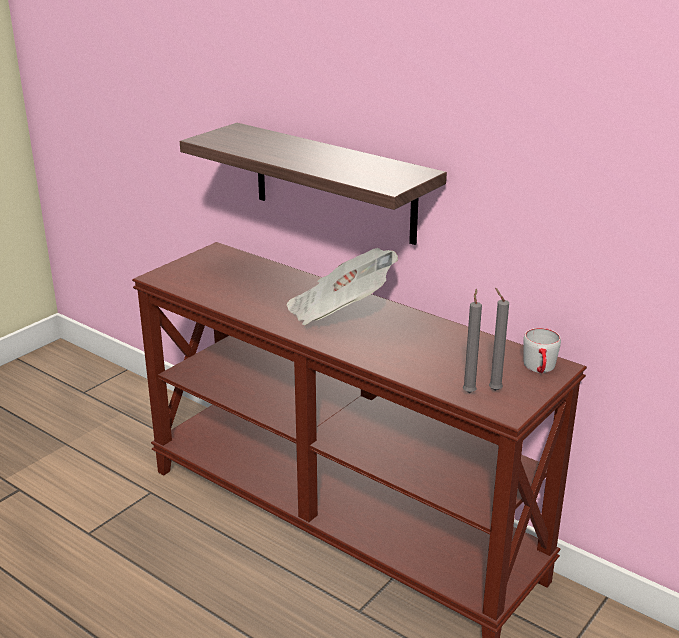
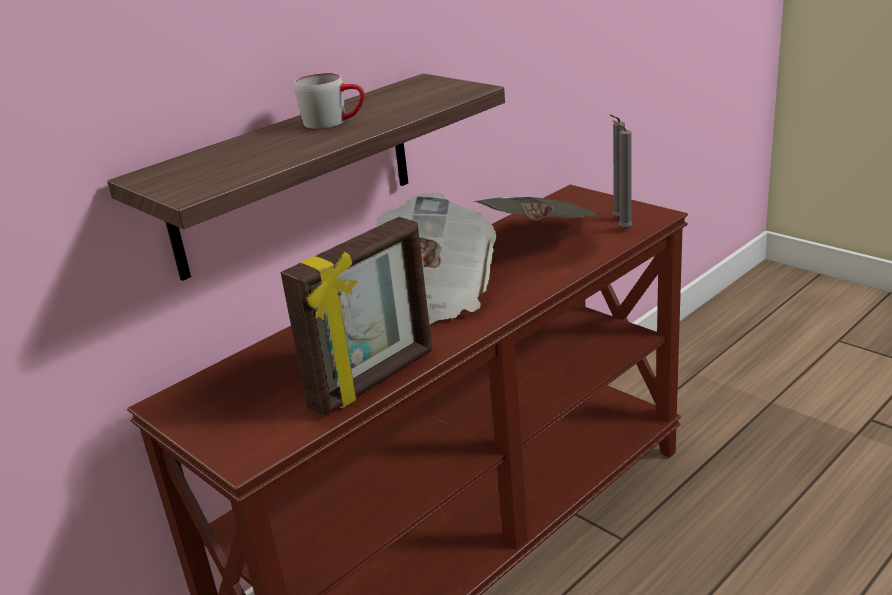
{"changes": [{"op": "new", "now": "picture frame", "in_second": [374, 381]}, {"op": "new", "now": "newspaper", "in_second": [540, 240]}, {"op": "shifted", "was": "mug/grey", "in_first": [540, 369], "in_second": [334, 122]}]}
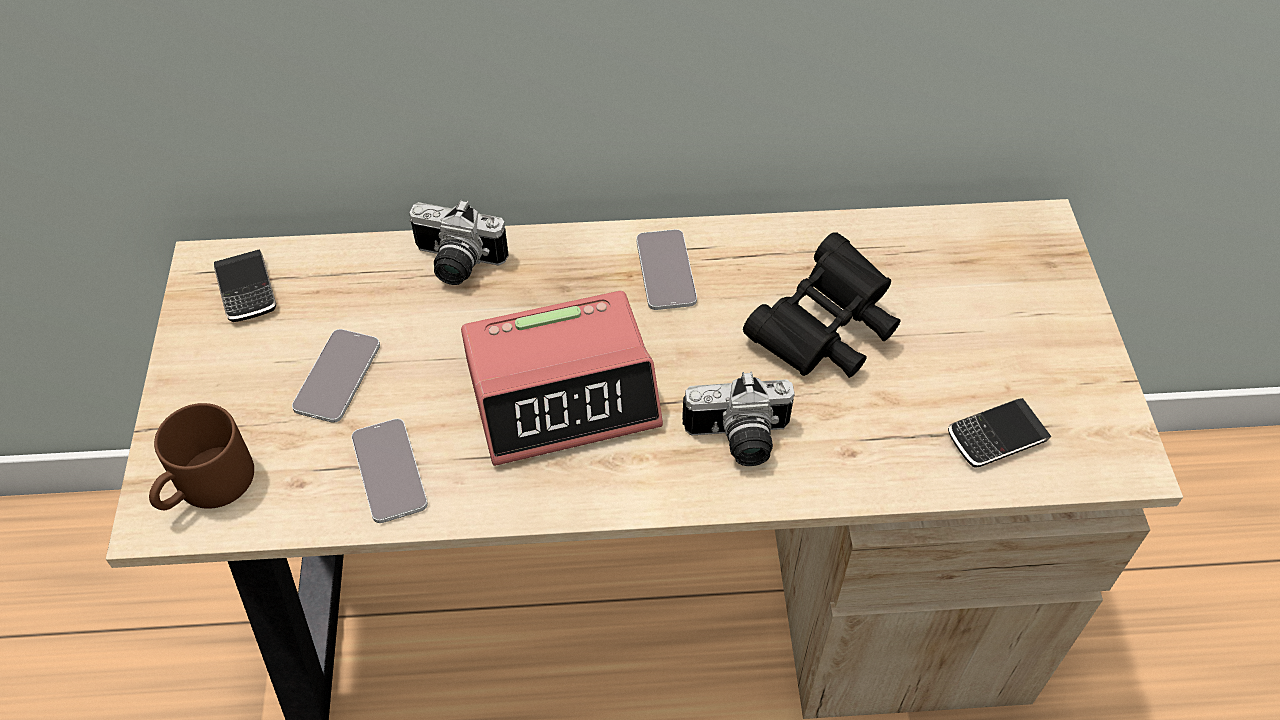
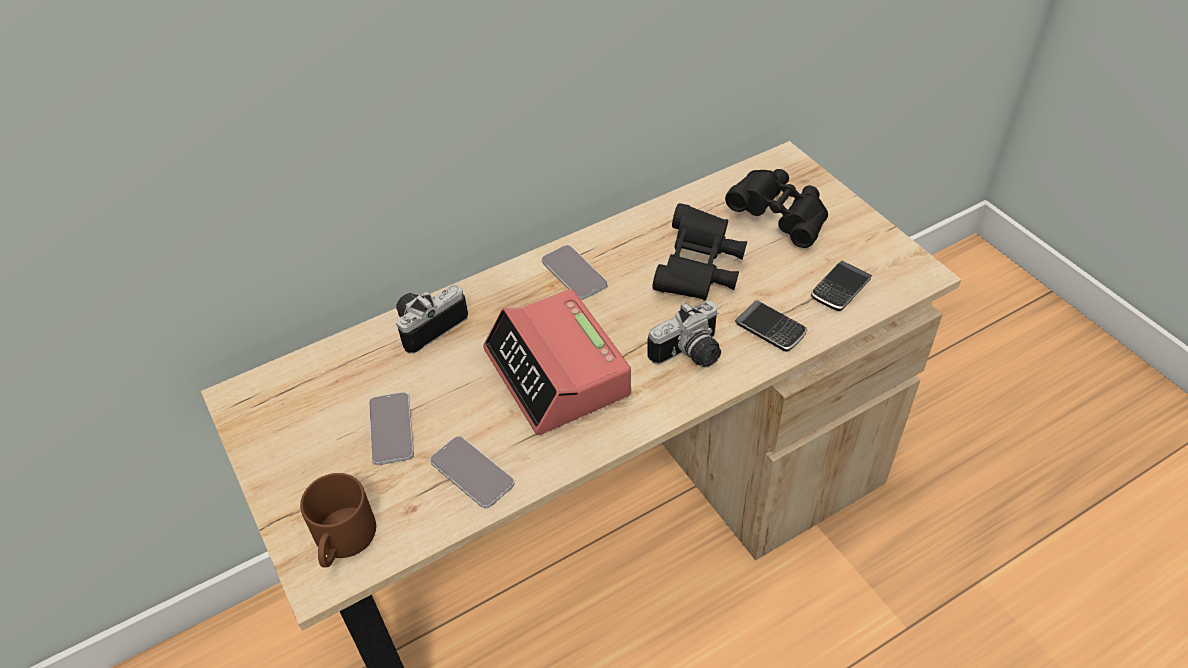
{"changes": [{"op": "new", "now": "binoculars/black", "in_second": [780, 218]}, {"op": "shifted", "was": "phone", "in_first": [246, 289], "in_second": [770, 329]}, {"op": "rotated", "was": "photo camera", "in_first": [456, 264], "in_second": [427, 324], "clockwise": 150}, {"op": "rotated", "was": "alarm clock", "in_first": [563, 392], "in_second": [557, 373], "clockwise": 105}]}
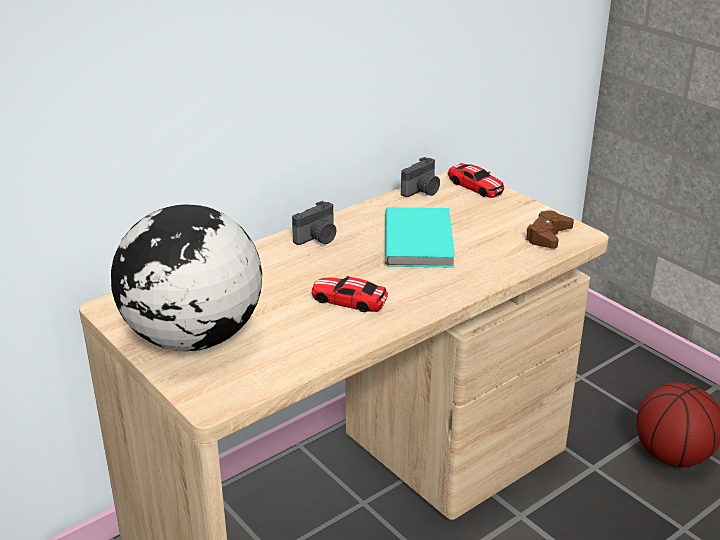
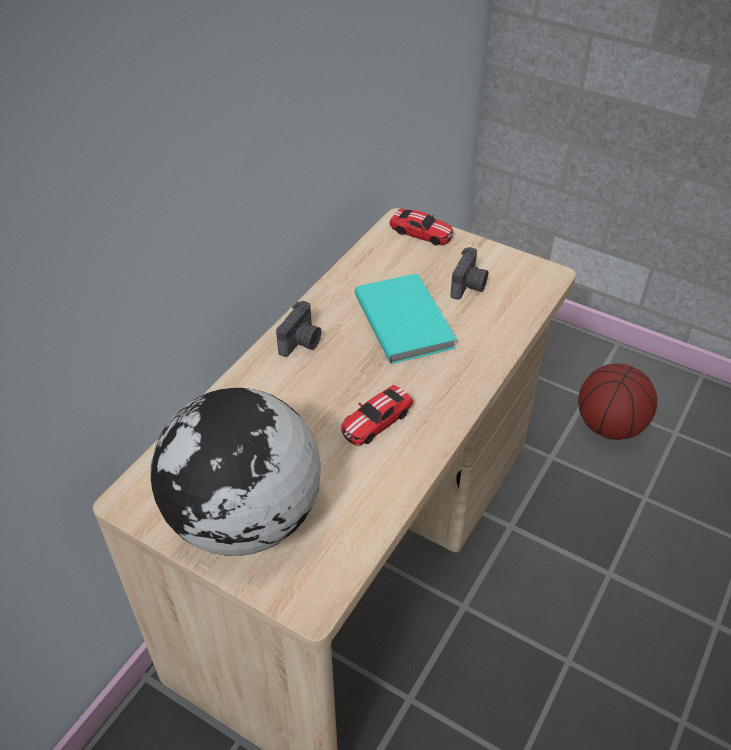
{"changes": [{"op": "gone", "was": "game controller/brown", "in_first": [547, 236]}, {"op": "shifted", "was": "photo camera", "in_first": [422, 191], "in_second": [469, 286]}, {"op": "rotated", "was": "toy car", "in_first": [349, 300], "in_second": [377, 421], "clockwise": -45}]}
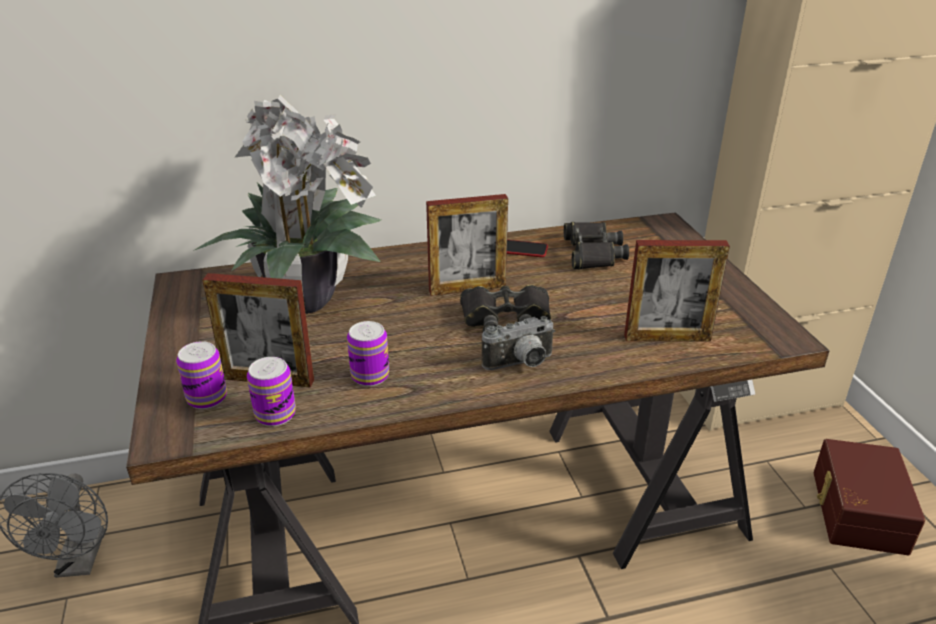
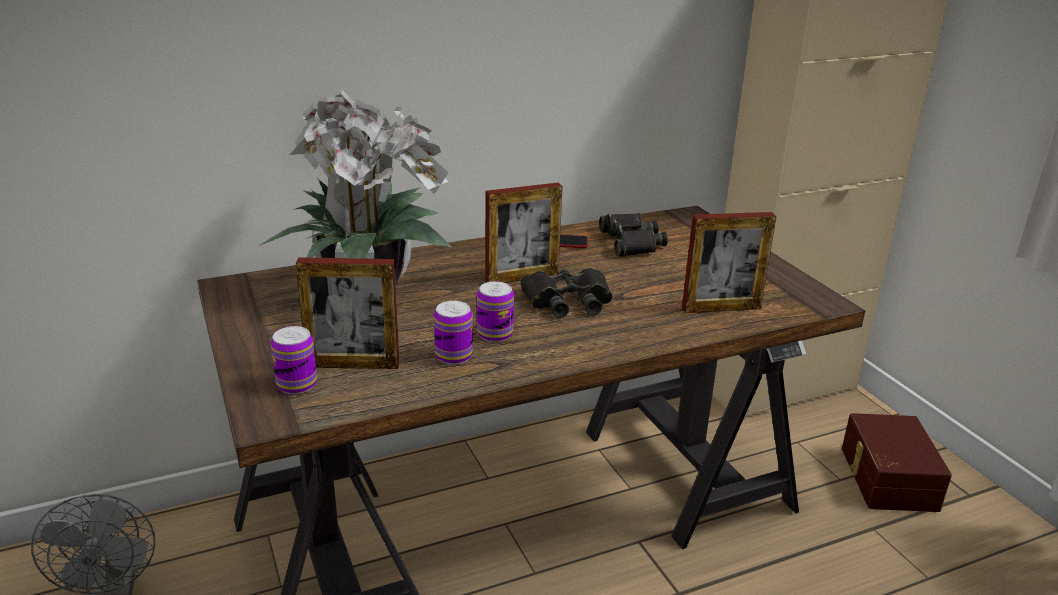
{"changes": [{"op": "gone", "was": "photo camera", "in_first": [521, 364]}, {"op": "shifted", "was": "can", "in_first": [275, 414], "in_second": [495, 334]}]}
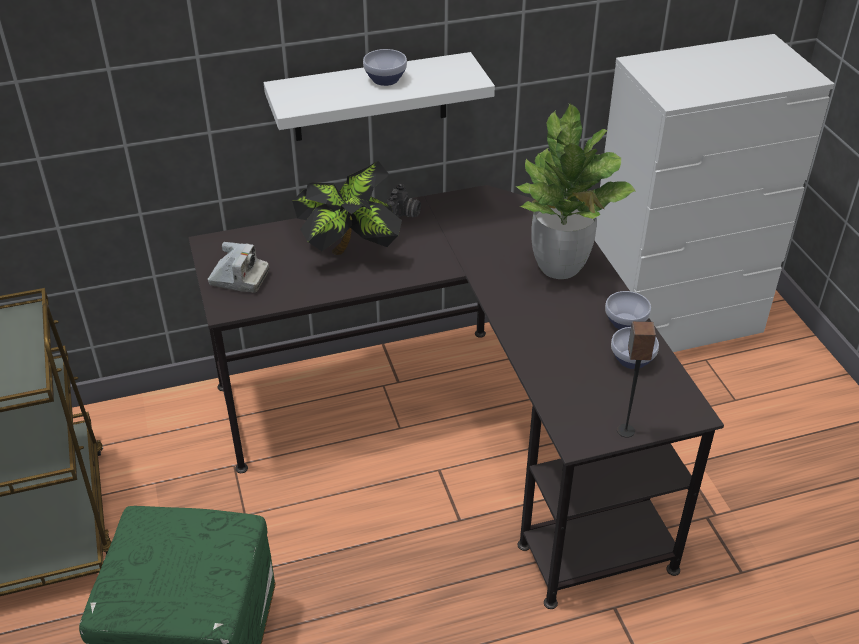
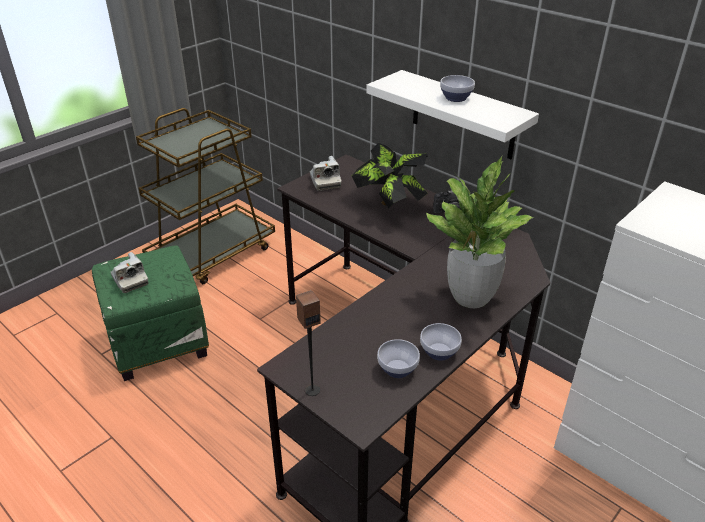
{"changes": [{"op": "new", "now": "photo camera", "in_second": [130, 280]}]}
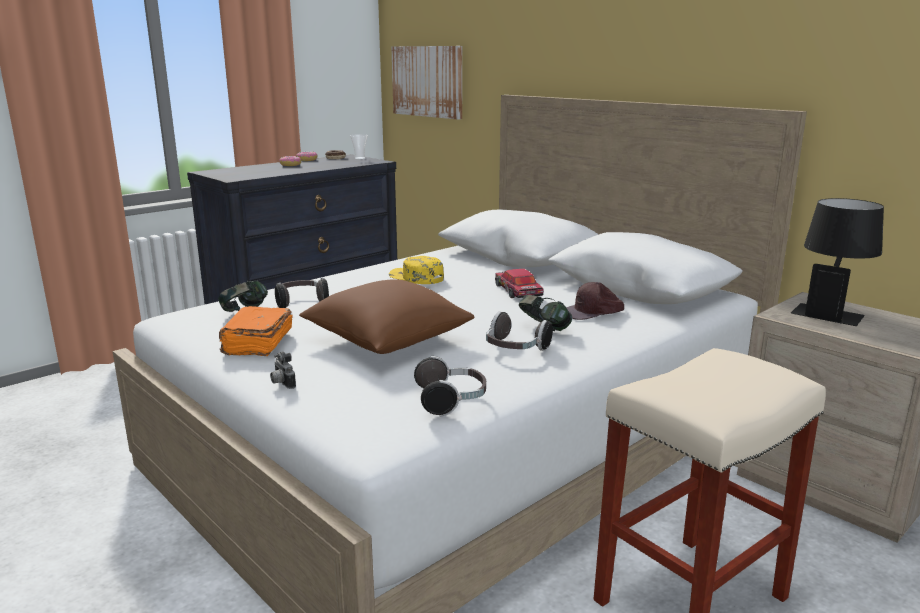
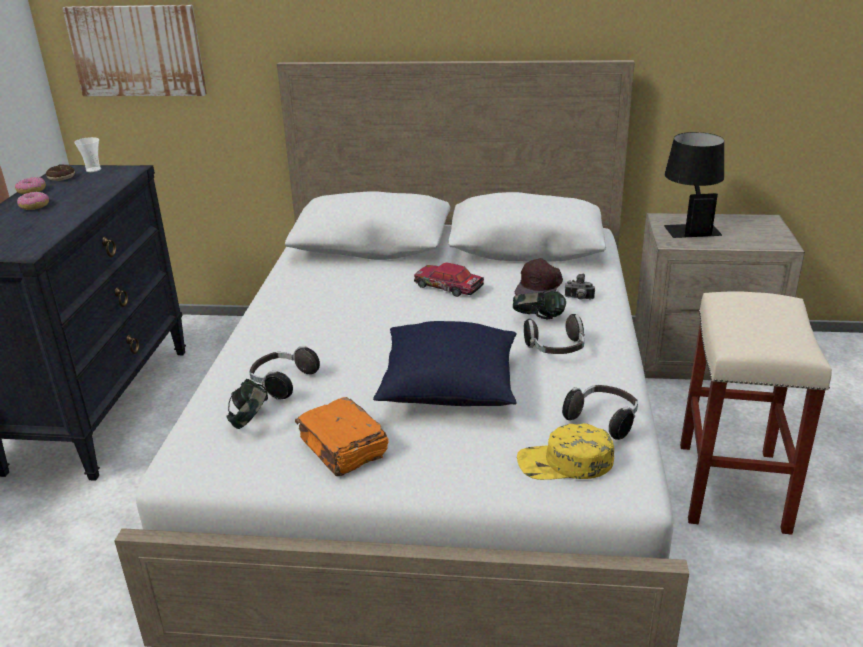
{"changes": [{"op": "shifted", "was": "photo camera", "in_first": [282, 384], "in_second": [579, 299]}, {"op": "shifted", "was": "cap/yellow", "in_first": [416, 277], "in_second": [565, 463]}, {"op": "repainted", "was": "pillow/brown", "now": "pillow/blue", "in_first": [387, 341], "in_second": [448, 389]}]}
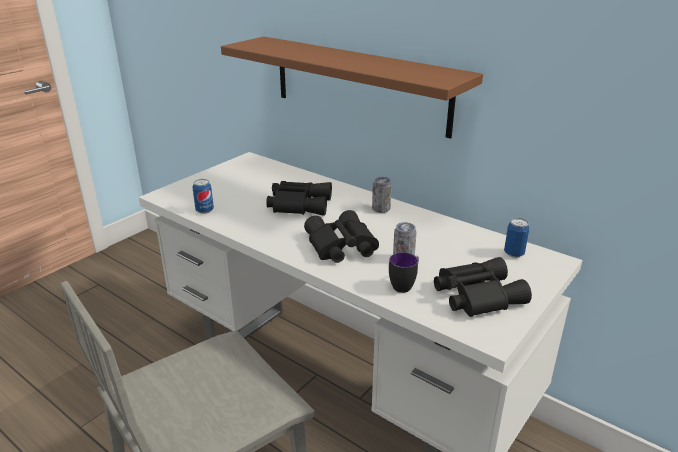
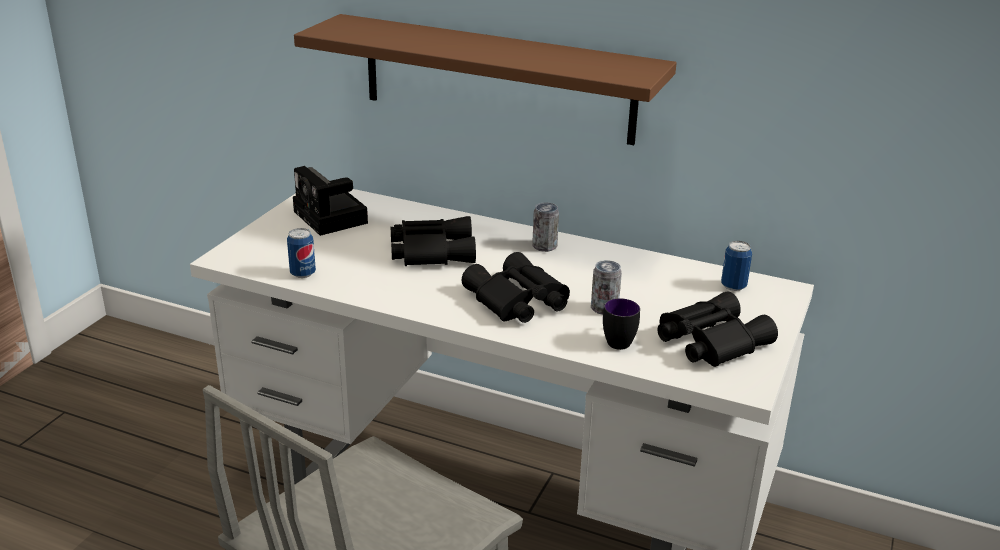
{"changes": [{"op": "new", "now": "photo camera", "in_second": [332, 218]}]}
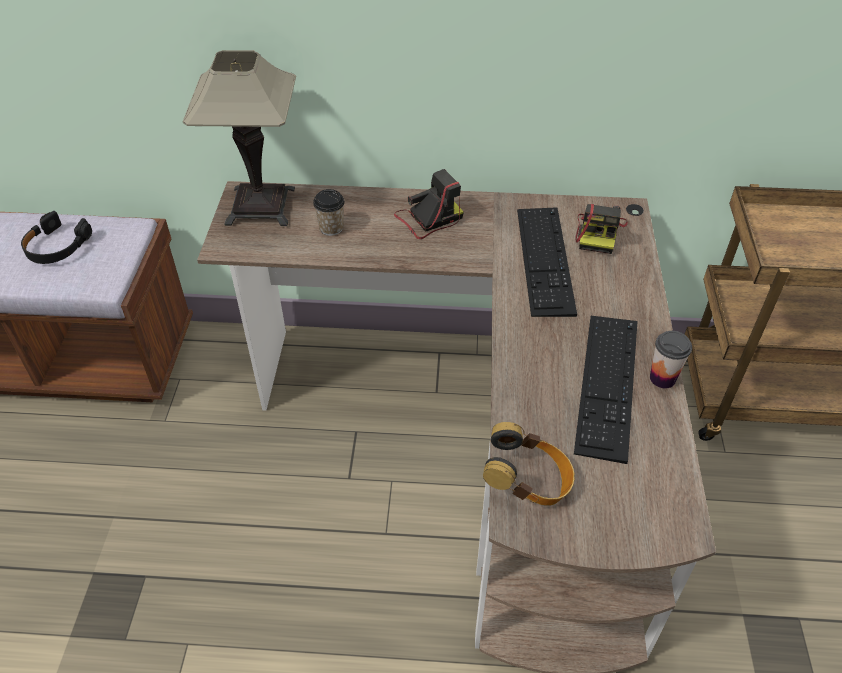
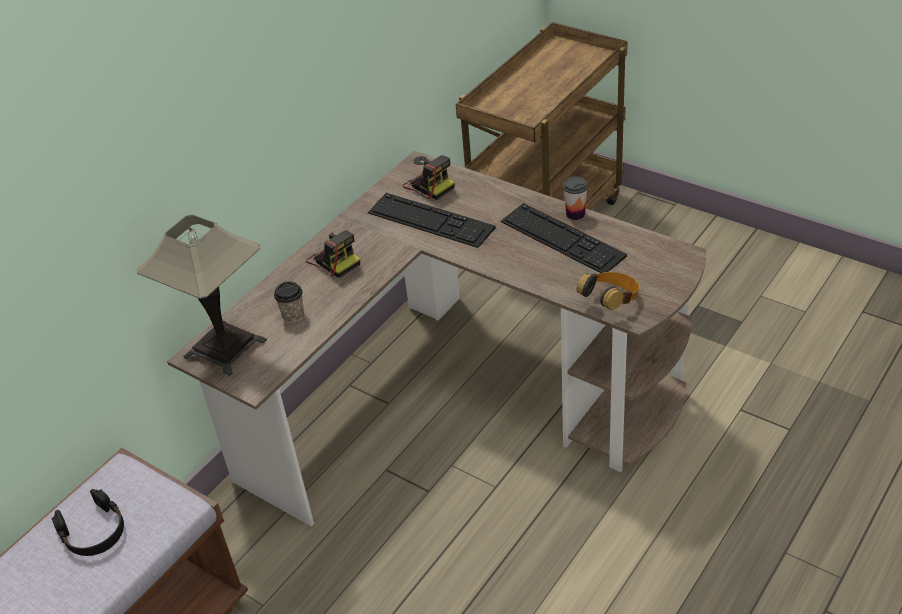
{"changes": [{"op": "rotated", "was": "photo camera", "in_first": [428, 219], "in_second": [334, 260], "clockwise": 135}]}
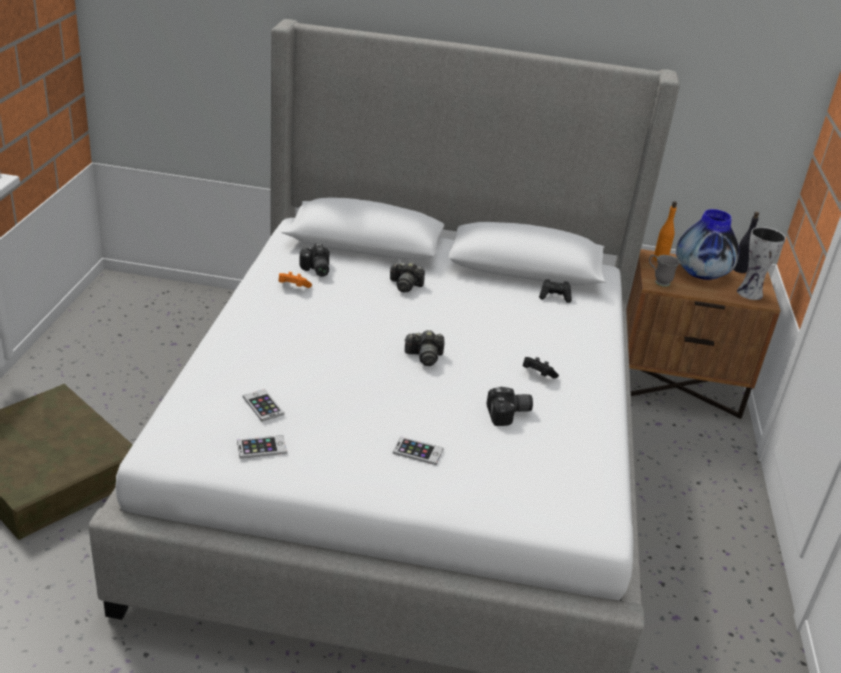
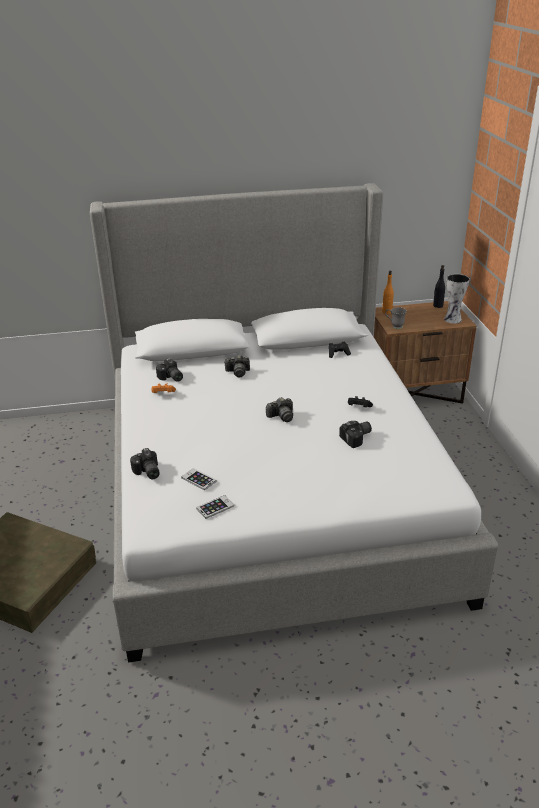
{"changes": [{"op": "gone", "was": "phone", "in_first": [418, 451]}, {"op": "gone", "was": "vase", "in_first": [701, 273]}, {"op": "new", "now": "photo camera", "in_second": [147, 472]}]}
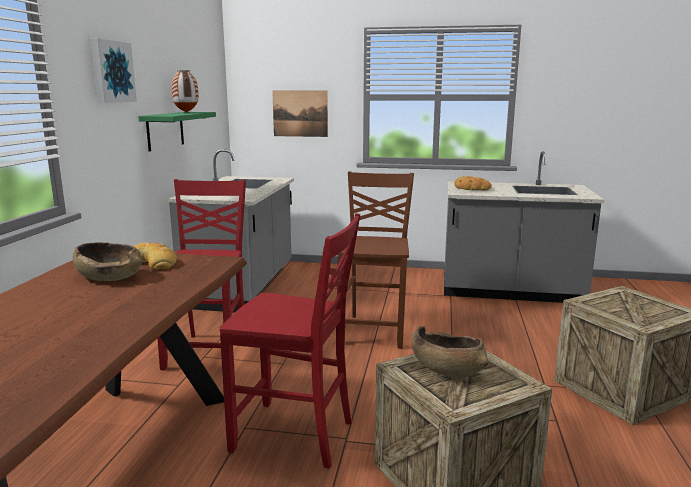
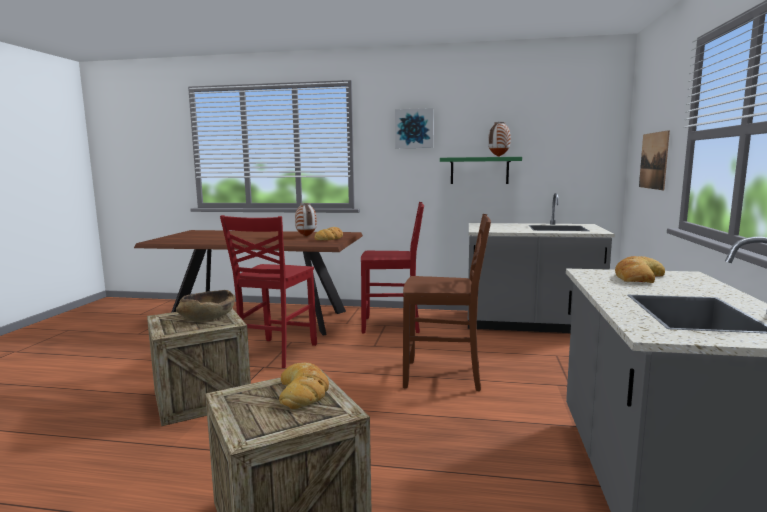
{"changes": [{"op": "new", "now": "bread", "in_second": [303, 391]}, {"op": "swapped", "was": "bowl/brown", "now": "vase", "in_first": [110, 277], "in_second": [306, 236]}]}
